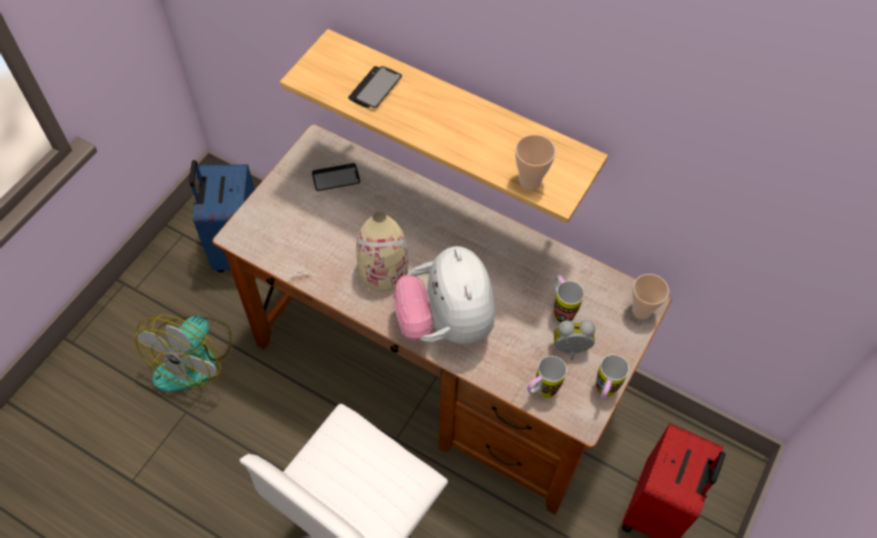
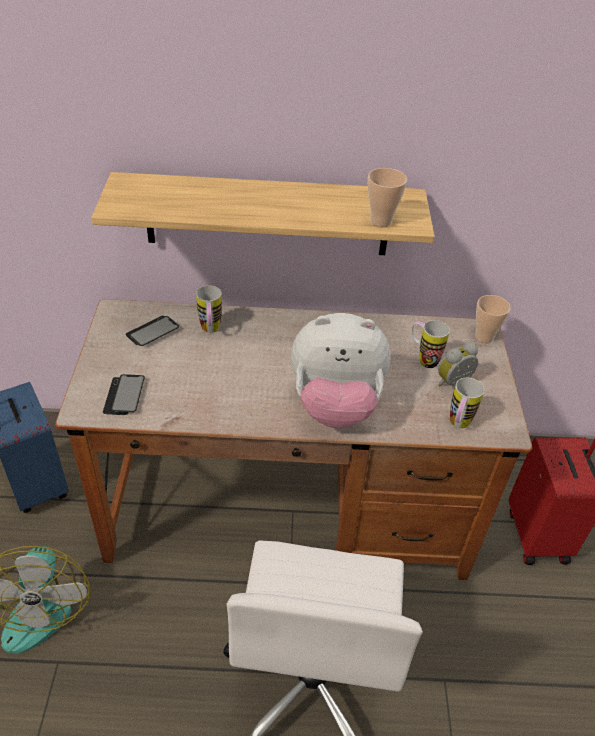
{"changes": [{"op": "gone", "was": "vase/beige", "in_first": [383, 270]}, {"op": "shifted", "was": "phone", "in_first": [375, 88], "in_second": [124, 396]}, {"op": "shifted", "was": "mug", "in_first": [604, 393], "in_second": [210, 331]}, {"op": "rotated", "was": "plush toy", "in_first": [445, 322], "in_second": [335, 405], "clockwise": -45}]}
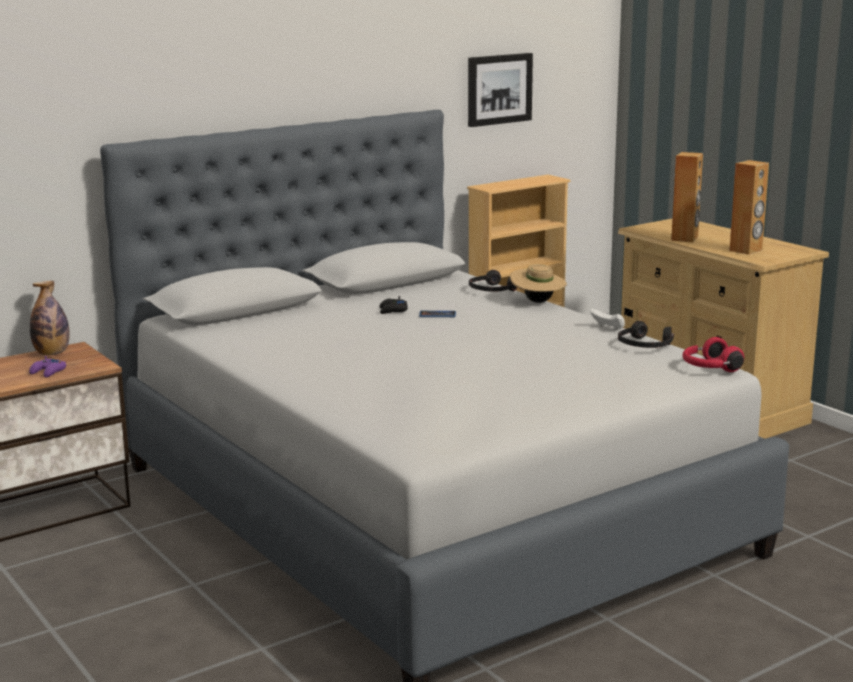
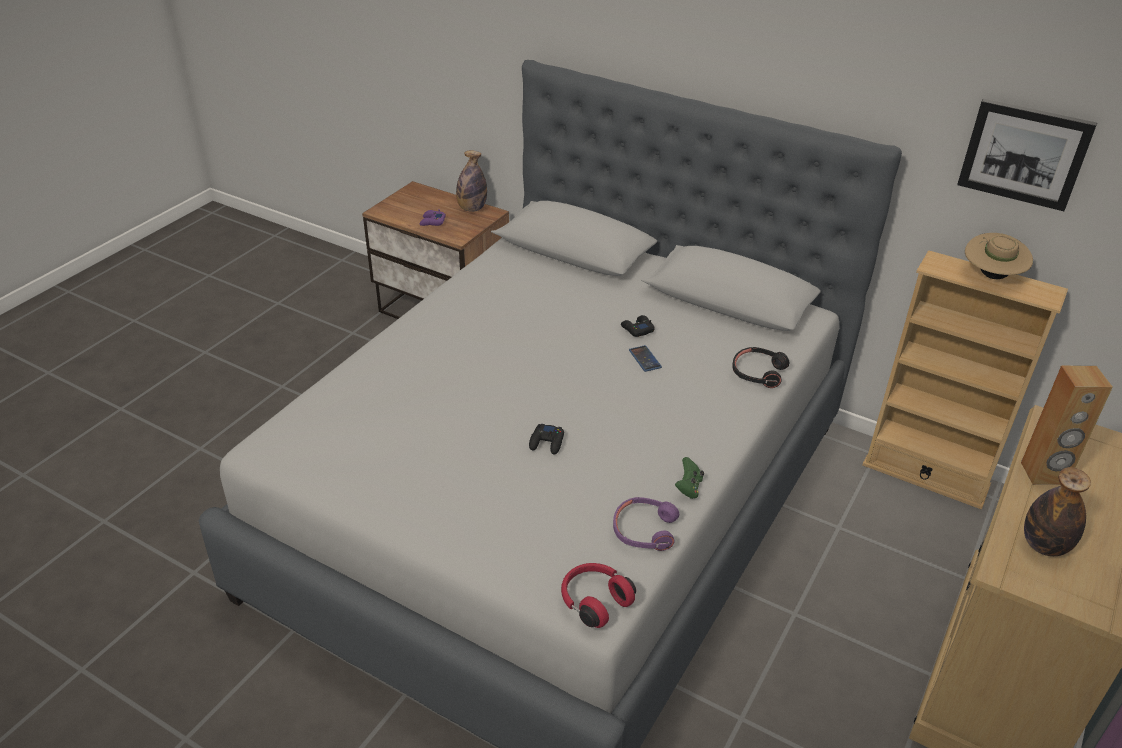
{"changes": [{"op": "new", "now": "game controller/black", "in_second": [547, 442]}, {"op": "shifted", "was": "hat/beige", "in_first": [537, 302], "in_second": [991, 276]}, {"op": "swapped", "was": "speaker/brown", "now": "bottle", "in_first": [746, 250], "in_second": [1044, 546]}, {"op": "repainted", "was": "game controller/white", "now": "game controller/green", "in_first": [608, 328], "in_second": [688, 488]}, {"op": "repainted", "was": "headphones/black", "now": "headphones/purple", "in_first": [645, 345], "in_second": [644, 530]}]}
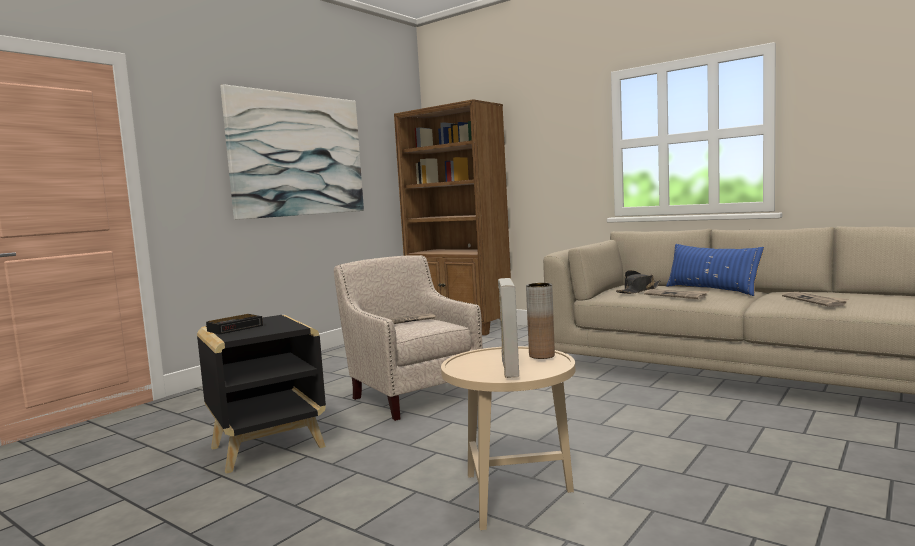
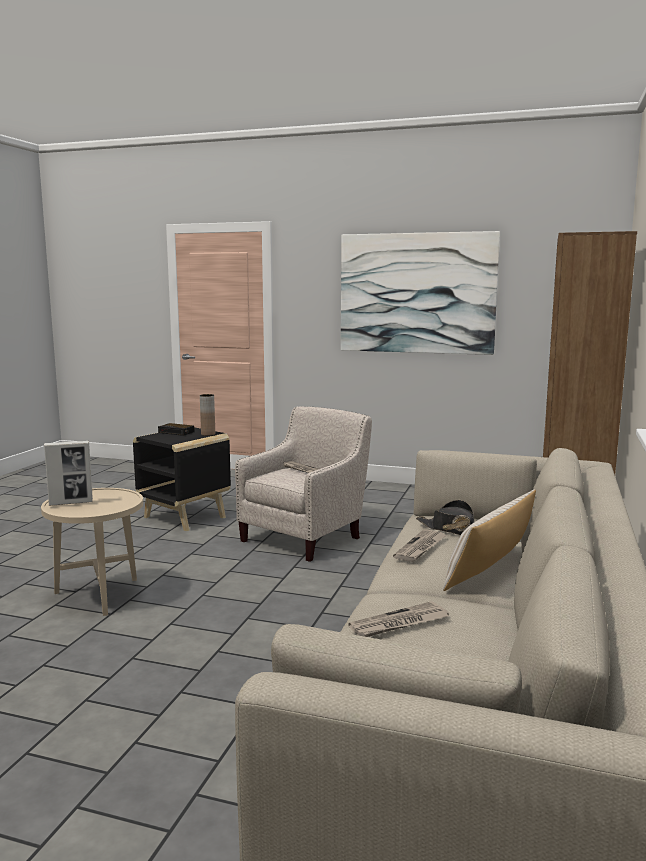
{"changes": [{"op": "shifted", "was": "vase/brown", "in_first": [541, 355], "in_second": [208, 434]}, {"op": "repainted", "was": "pillow/blue", "now": "pillow/beige", "in_first": [711, 290], "in_second": [489, 568]}]}
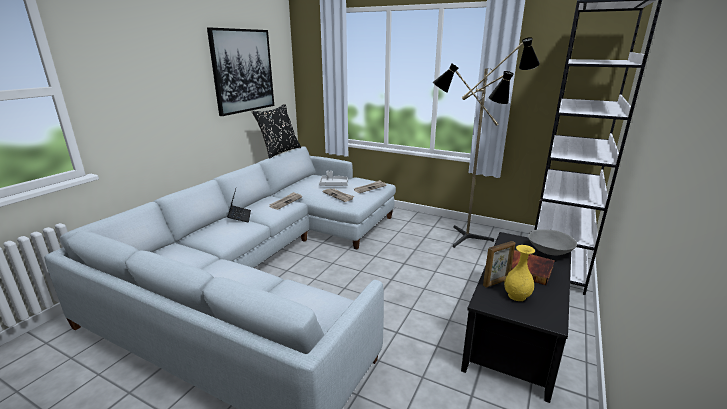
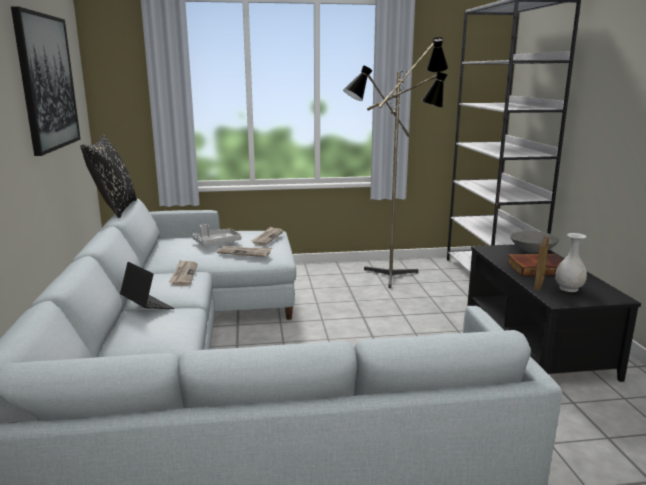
{"changes": [{"op": "repainted", "was": "vase/yellow", "now": "vase/white", "in_first": [517, 296], "in_second": [569, 288]}]}
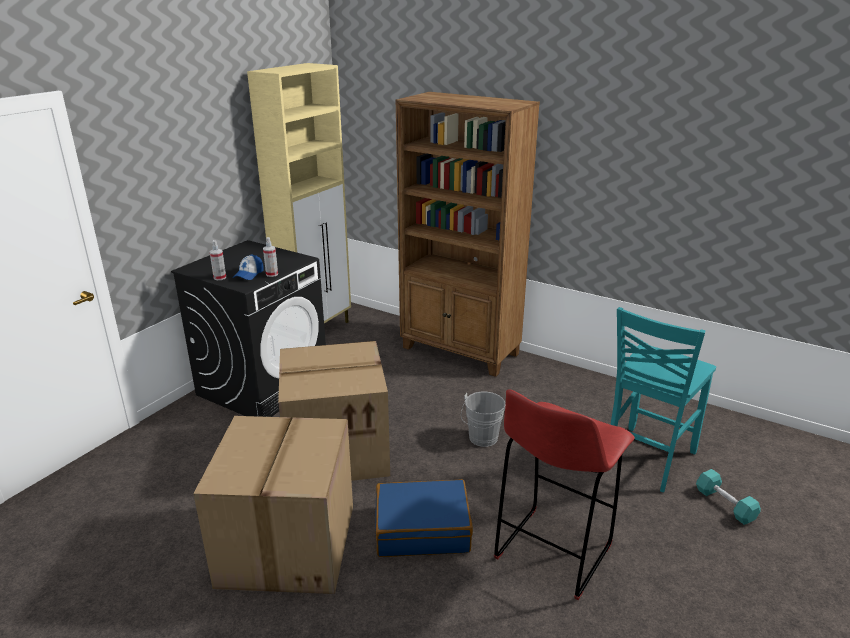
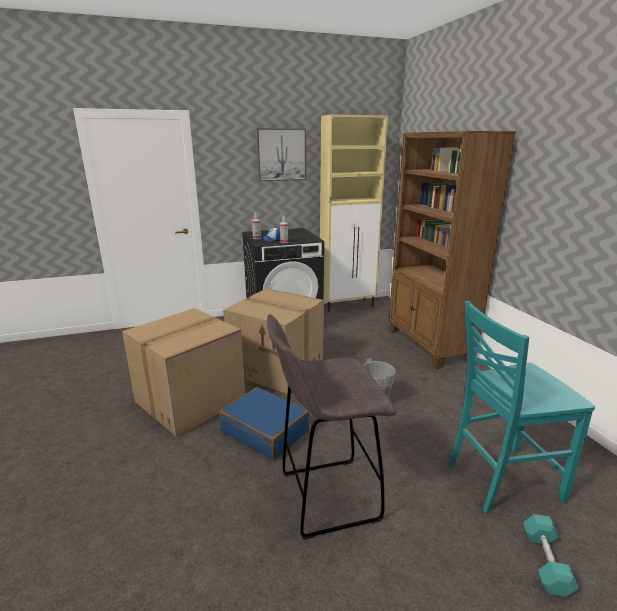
{"changes": [{"op": "new", "now": "picture", "in_second": [281, 155]}, {"op": "repainted", "was": "stool/red", "now": "stool/grey", "in_first": [551, 554], "in_second": [325, 496]}]}
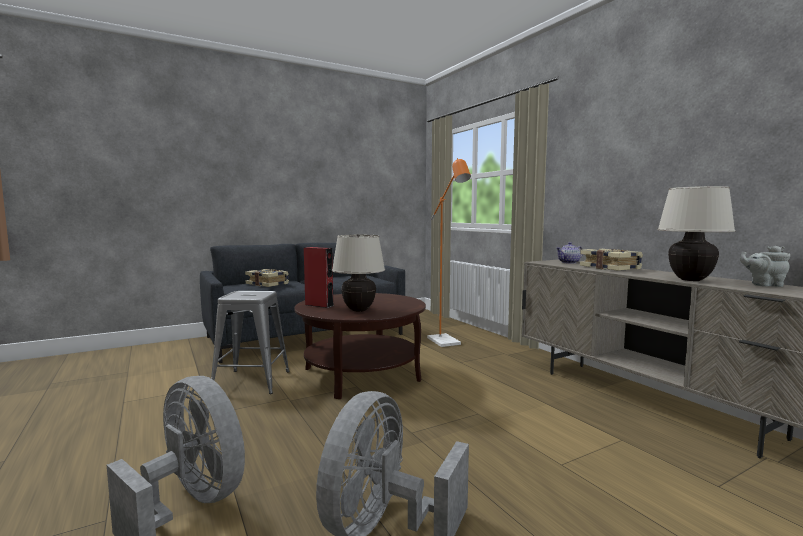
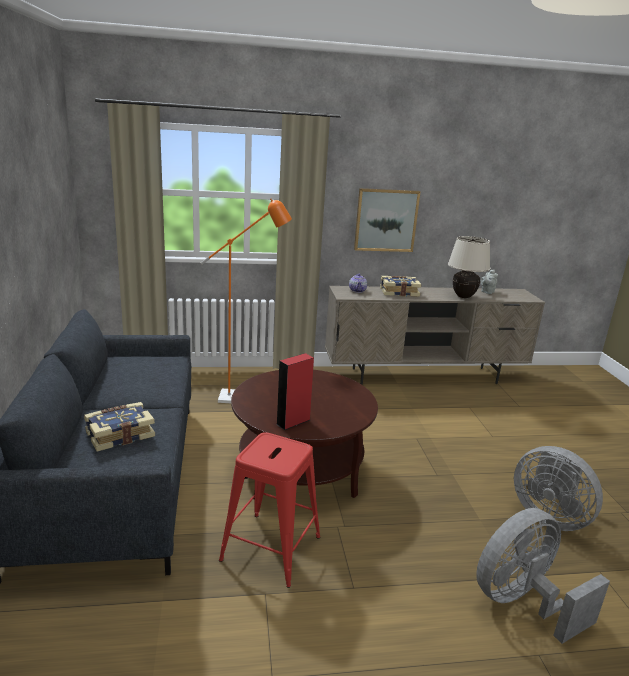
{"changes": [{"op": "gone", "was": "table lamp/beige", "in_first": [358, 310]}, {"op": "new", "now": "picture", "in_second": [386, 220]}, {"op": "repainted", "was": "stool/grey", "now": "stool/red", "in_first": [251, 382], "in_second": [271, 549]}]}
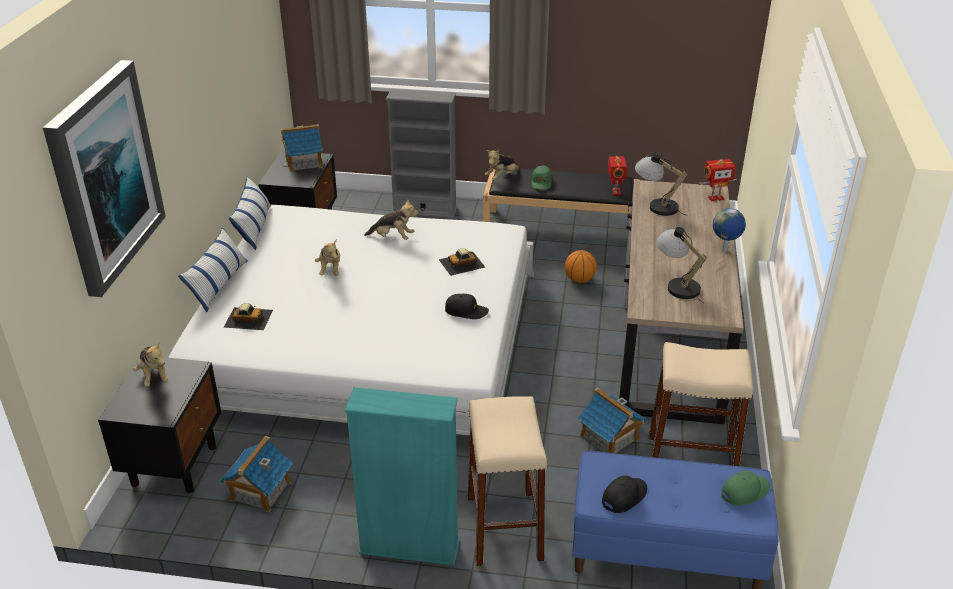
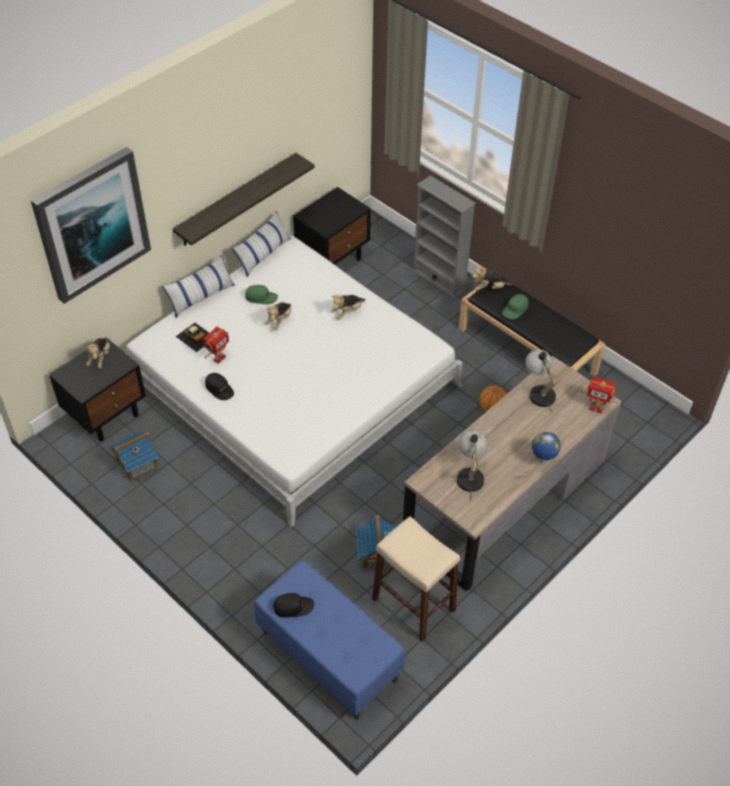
{"changes": [{"op": "gone", "was": "toy house", "in_first": [304, 162]}, {"op": "gone", "was": "bookcase/turquoise", "in_first": [409, 547]}, {"op": "gone", "was": "toy car", "in_first": [462, 263]}, {"op": "gone", "was": "stool/beige", "in_first": [504, 527]}, {"op": "new", "now": "shelf", "in_second": [237, 200]}, {"op": "shifted", "was": "cap/black", "in_first": [466, 311], "in_second": [219, 389]}, {"op": "shifted", "was": "toy robot", "in_first": [615, 192], "in_second": [218, 358]}, {"op": "shifted", "was": "cap/green", "in_first": [745, 491], "in_second": [261, 297]}, {"op": "rotated", "was": "plush toy", "in_first": [392, 238], "in_second": [347, 312], "clockwise": 90}]}
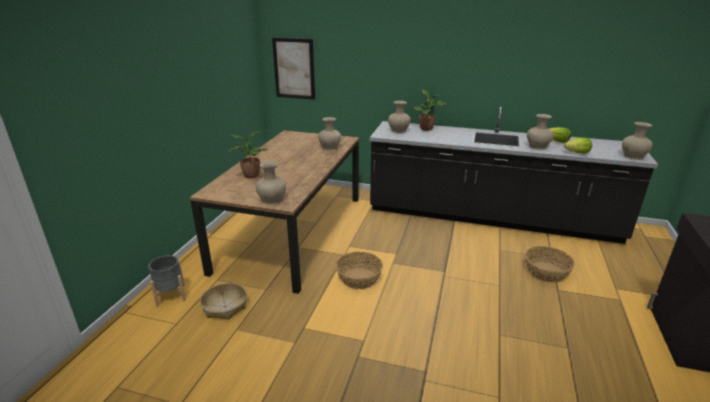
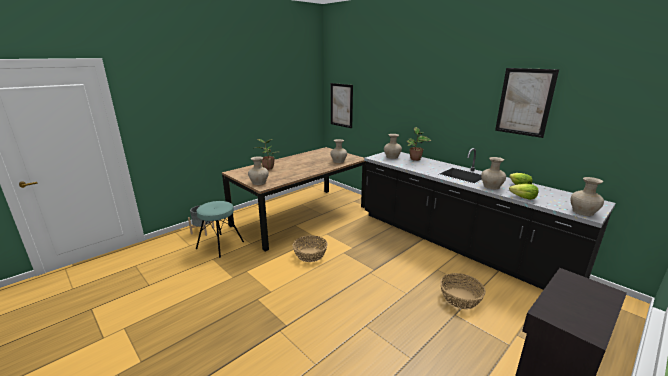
{"changes": [{"op": "new", "now": "picture", "in_second": [524, 102]}, {"op": "swapped", "was": "basket", "now": "stool/turquoise", "in_first": [225, 307], "in_second": [220, 245]}]}
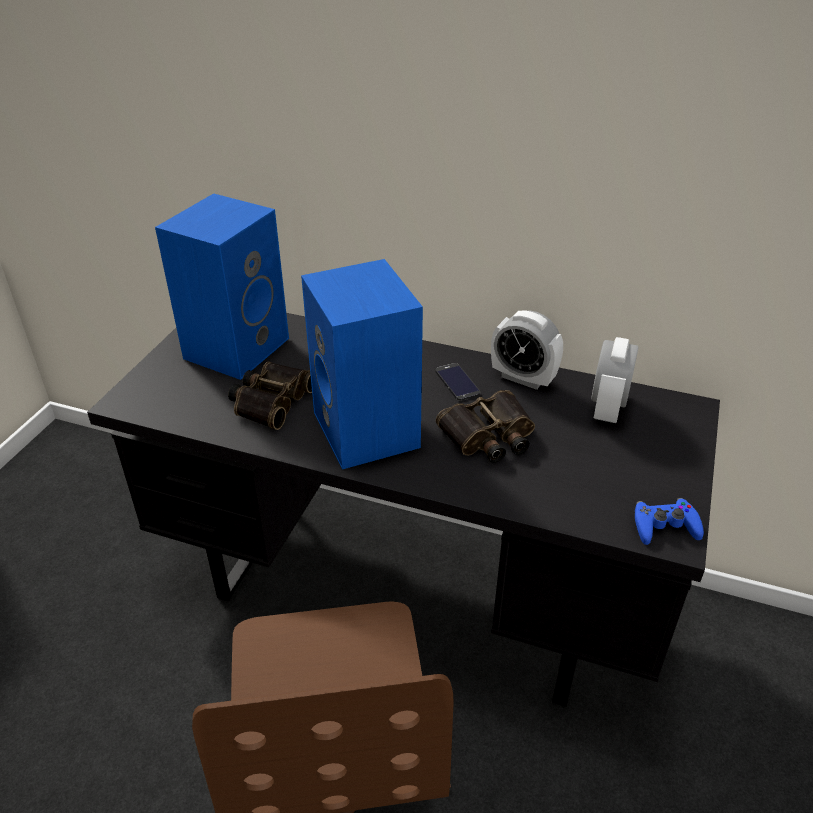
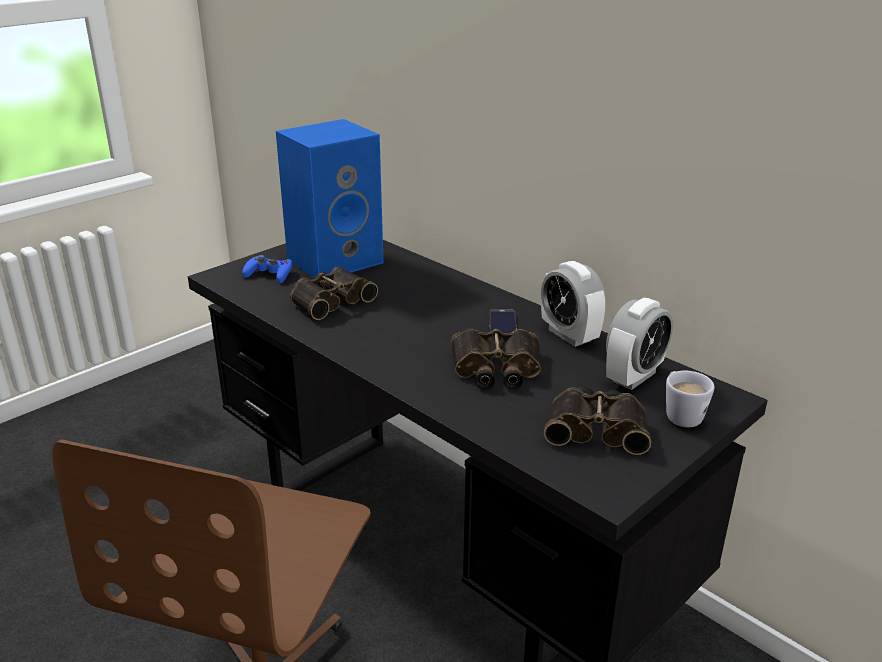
{"changes": [{"op": "gone", "was": "speaker/blue", "in_first": [369, 431]}, {"op": "new", "now": "binoculars", "in_second": [597, 428]}, {"op": "new", "now": "mug/white", "in_second": [680, 414]}, {"op": "shifted", "was": "game controller/blue", "in_first": [664, 526], "in_second": [269, 274]}]}
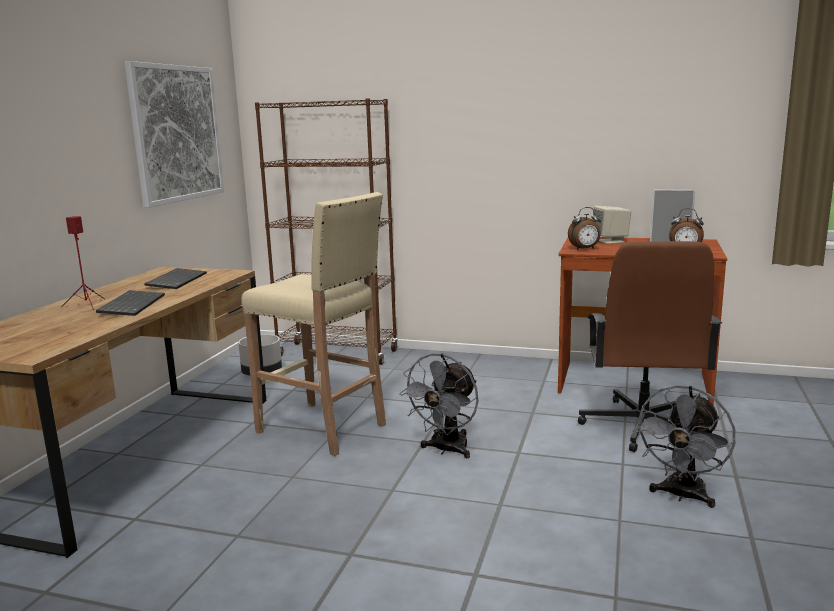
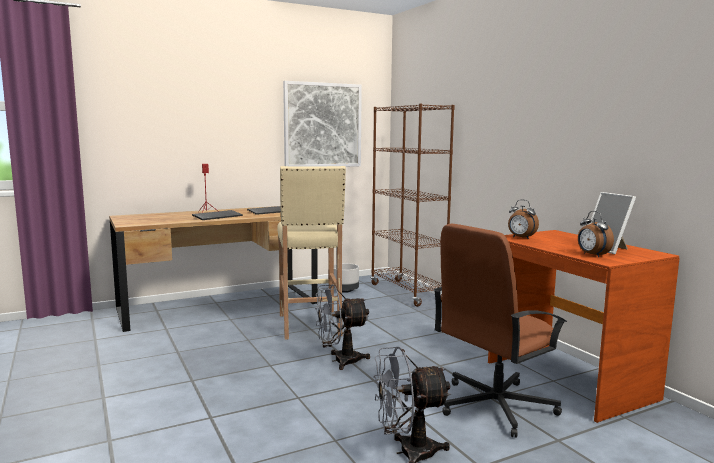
{"changes": [{"op": "gone", "was": "speaker/beige", "in_first": [610, 241]}]}
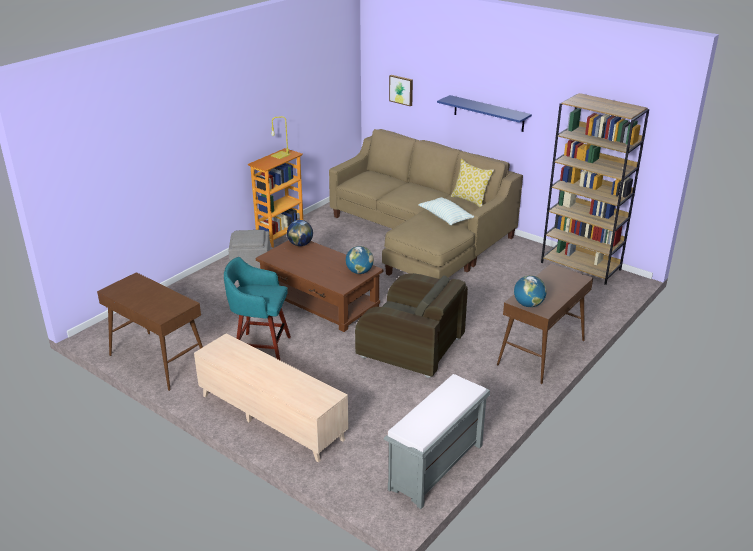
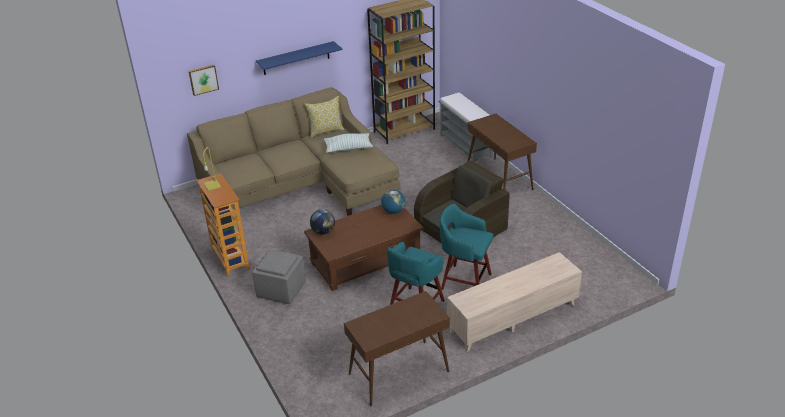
{"changes": [{"op": "gone", "was": "globe", "in_first": [528, 304]}, {"op": "new", "now": "stool/turquoise", "in_second": [464, 281]}, {"op": "shifted", "was": "bench/grey", "in_first": [436, 468], "in_second": [466, 145]}]}
